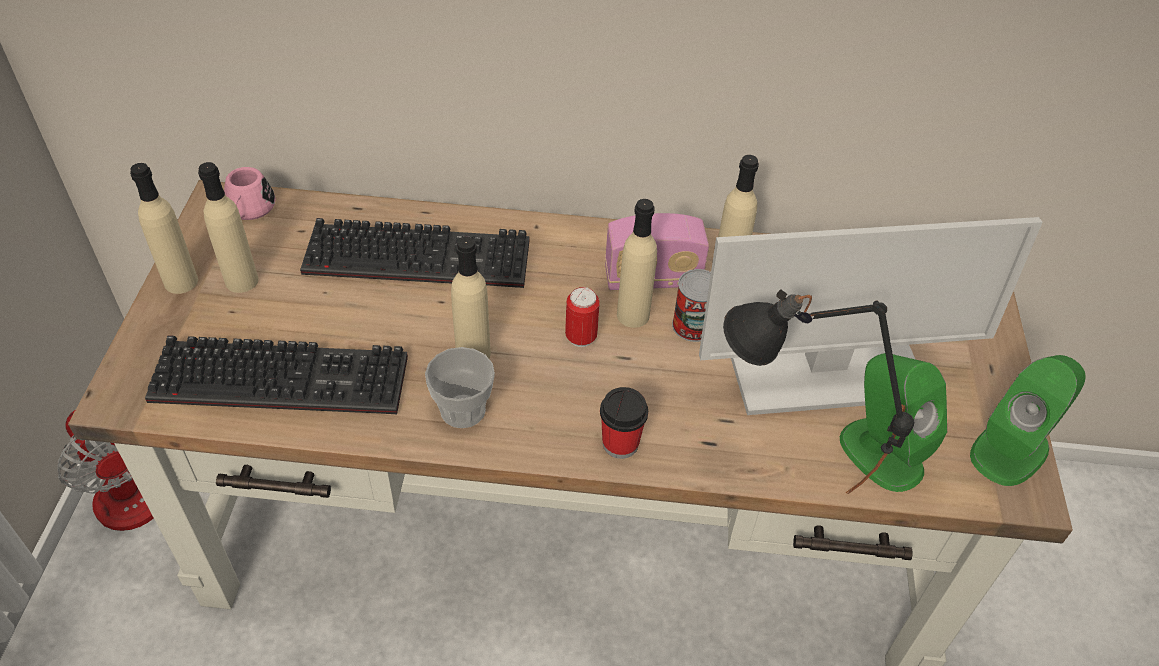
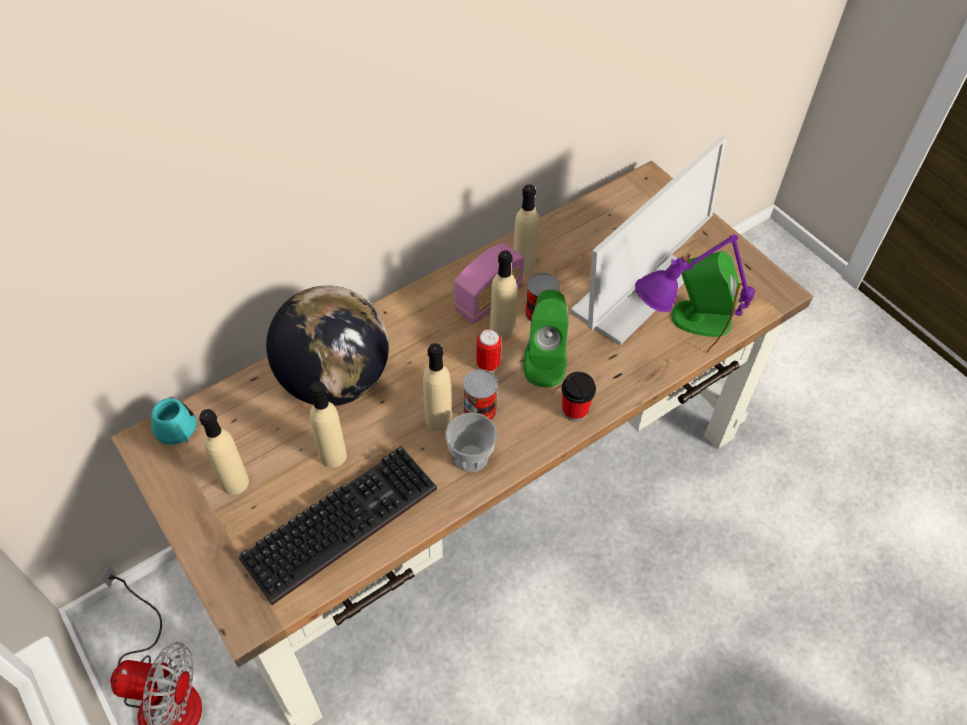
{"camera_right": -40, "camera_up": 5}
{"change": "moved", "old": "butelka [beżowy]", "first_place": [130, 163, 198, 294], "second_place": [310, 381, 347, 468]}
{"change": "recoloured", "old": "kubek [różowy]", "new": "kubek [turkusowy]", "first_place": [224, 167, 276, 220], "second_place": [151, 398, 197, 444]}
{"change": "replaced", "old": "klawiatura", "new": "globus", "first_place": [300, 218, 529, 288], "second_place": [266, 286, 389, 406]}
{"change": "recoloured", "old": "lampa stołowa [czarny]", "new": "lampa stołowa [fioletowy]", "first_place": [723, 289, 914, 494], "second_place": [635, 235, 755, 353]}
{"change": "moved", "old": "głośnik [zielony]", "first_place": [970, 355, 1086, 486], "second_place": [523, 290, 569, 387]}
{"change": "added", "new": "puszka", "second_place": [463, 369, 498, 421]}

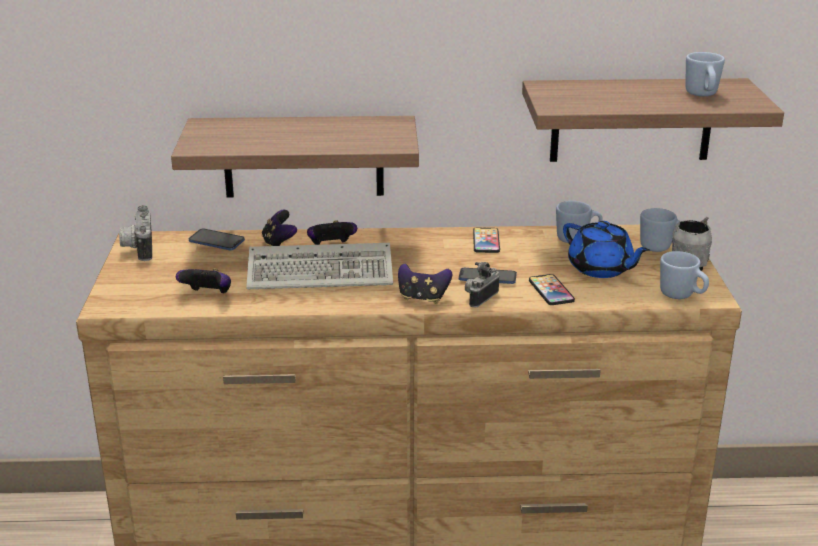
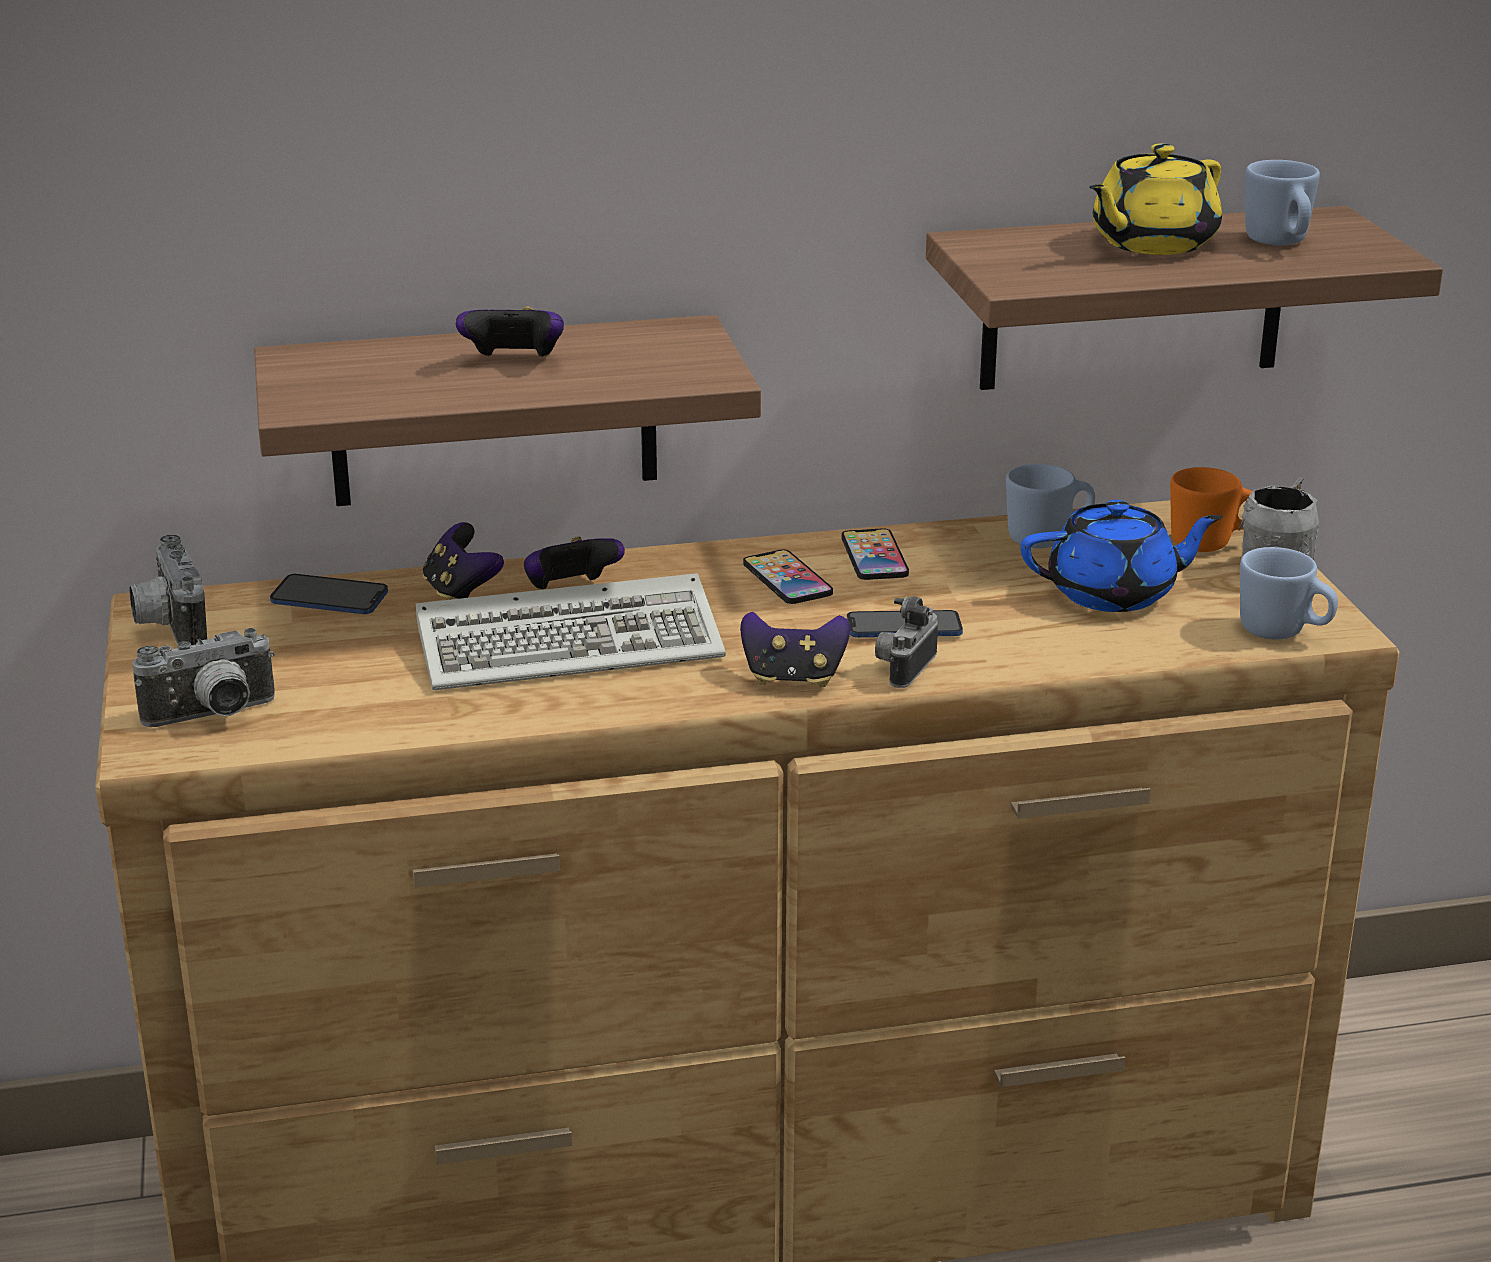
{"camera_right": -10, "camera_up": 0}
{"change": "recoloured", "old": "kubek [niebieski]", "new": "kubek [pomarańczowy]", "first_place": [640, 208, 680, 252], "second_place": [1170, 467, 1252, 552]}
{"change": "turned", "old": "imbryk [niebieski]", "first_place": [563, 221, 650, 278], "second_place": [1021, 500, 1223, 612], "degrees": -45}
{"change": "moved", "old": "pad do gier", "first_place": [176, 268, 231, 293], "second_place": [456, 307, 564, 358]}
{"change": "moved", "old": "telefon", "first_place": [529, 274, 575, 305], "second_place": [743, 549, 833, 604]}
{"change": "added", "new": "imbryk [żółty]", "second_place": [1089, 143, 1222, 255]}
{"change": "added", "new": "aparat fotograficzny", "second_place": [132, 628, 275, 727]}

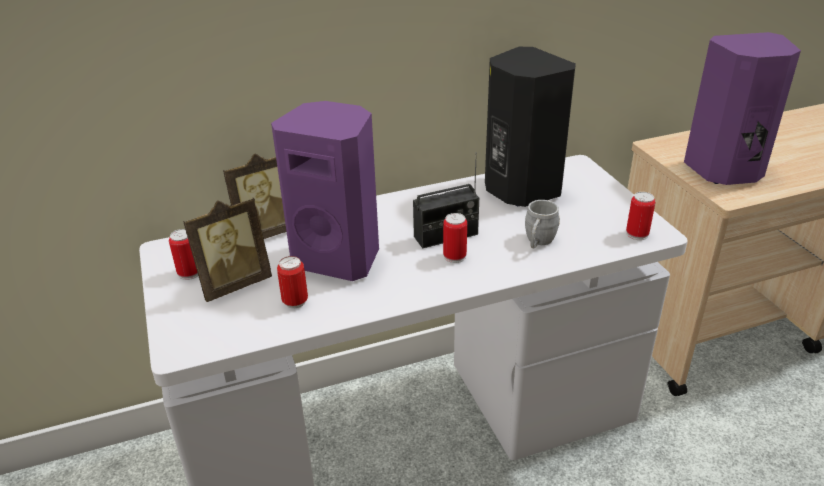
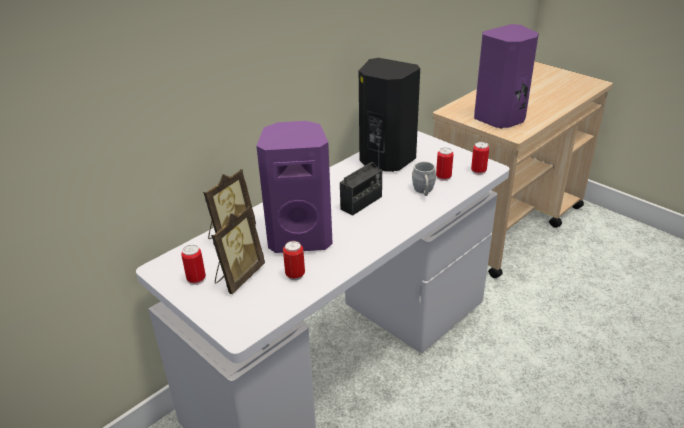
{"camera_right": -25, "camera_up": 0}
{"change": "moved", "old": "puszka", "first_place": [443, 213, 467, 263], "second_place": [436, 148, 453, 181]}

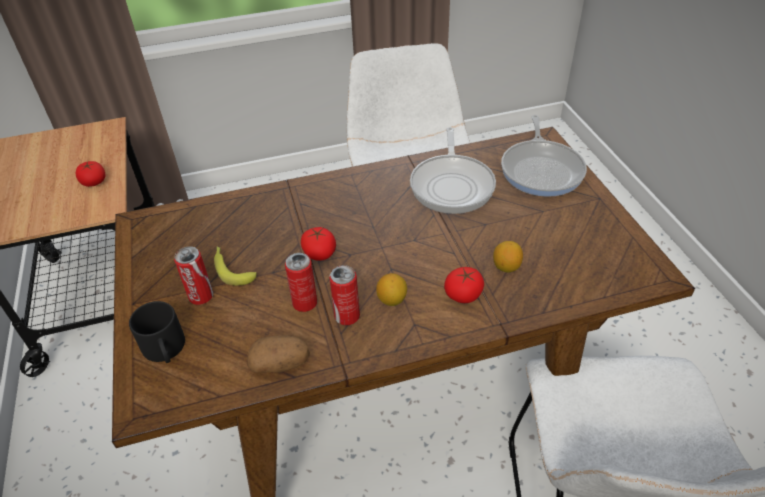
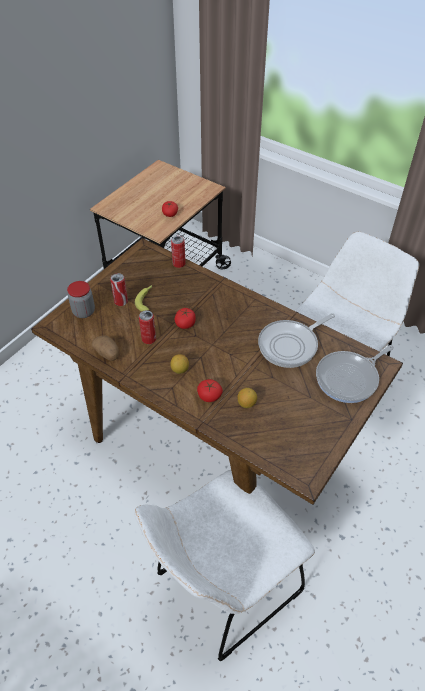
{"camera_right": 50, "camera_up": 5}
{"change": "moved", "old": "puszka", "first_place": [329, 265, 360, 325], "second_place": [171, 236, 185, 268]}
{"change": "replaced", "old": "kubek [czarny]", "new": "słoik", "first_place": [129, 301, 185, 363], "second_place": [67, 281, 95, 318]}

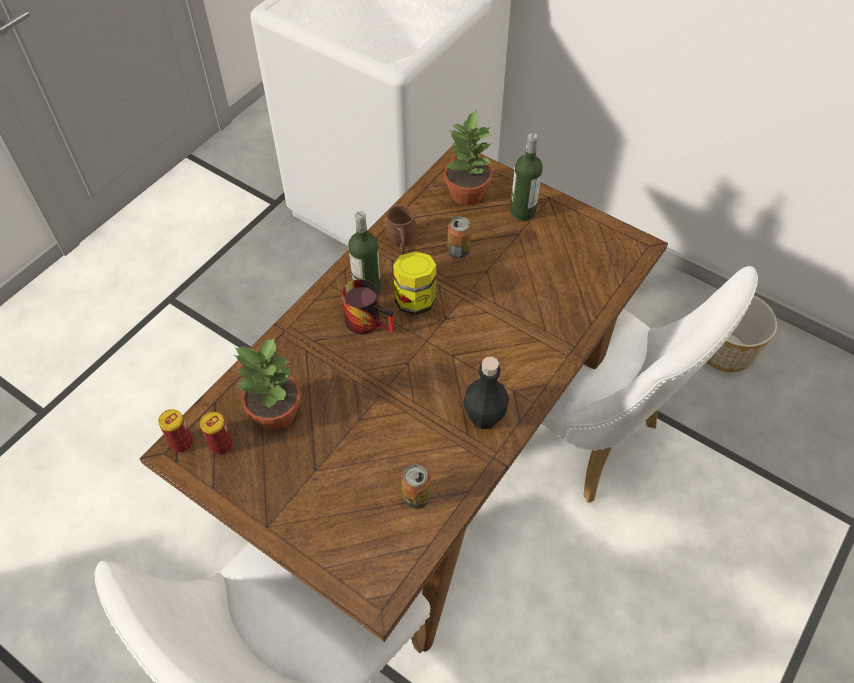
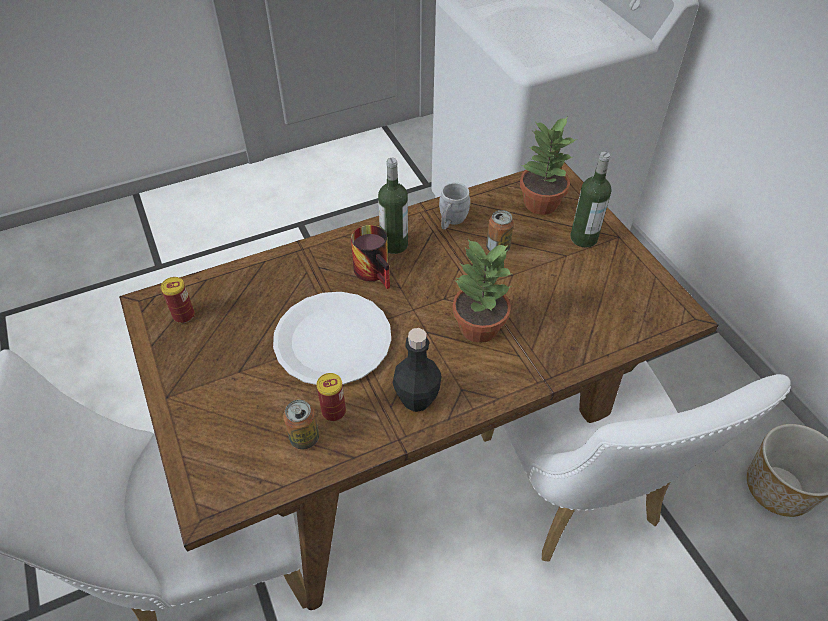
{"camera_right": 30, "camera_up": -5}
{"change": "recoloured", "old": "kubek [brązowy]", "new": "kubek [szary]", "first_place": [385, 205, 416, 255], "second_place": [439, 182, 471, 230]}
{"change": "removed", "old": "słoik", "first_place": [393, 251, 436, 315]}
{"change": "moved", "old": "roślina doniczkowa", "first_place": [234, 337, 301, 430], "second_place": [452, 239, 511, 343]}
{"change": "moved", "old": "puszka", "first_place": [158, 409, 193, 452], "second_place": [317, 373, 346, 421]}
{"change": "added", "new": "talerz [biały]", "second_place": [273, 292, 391, 385]}

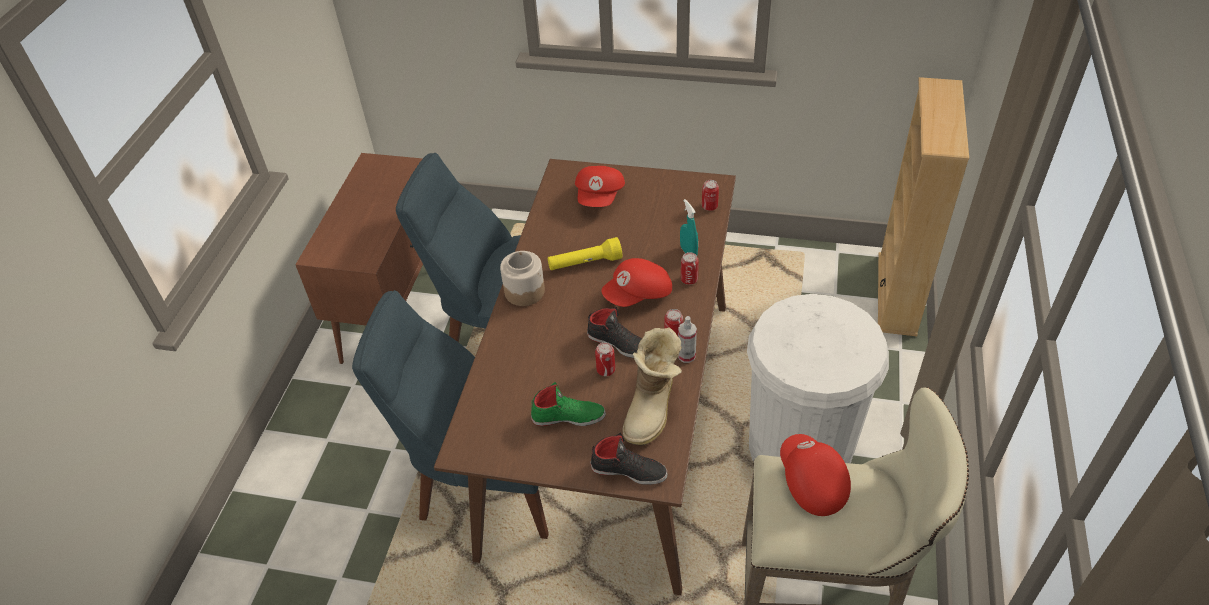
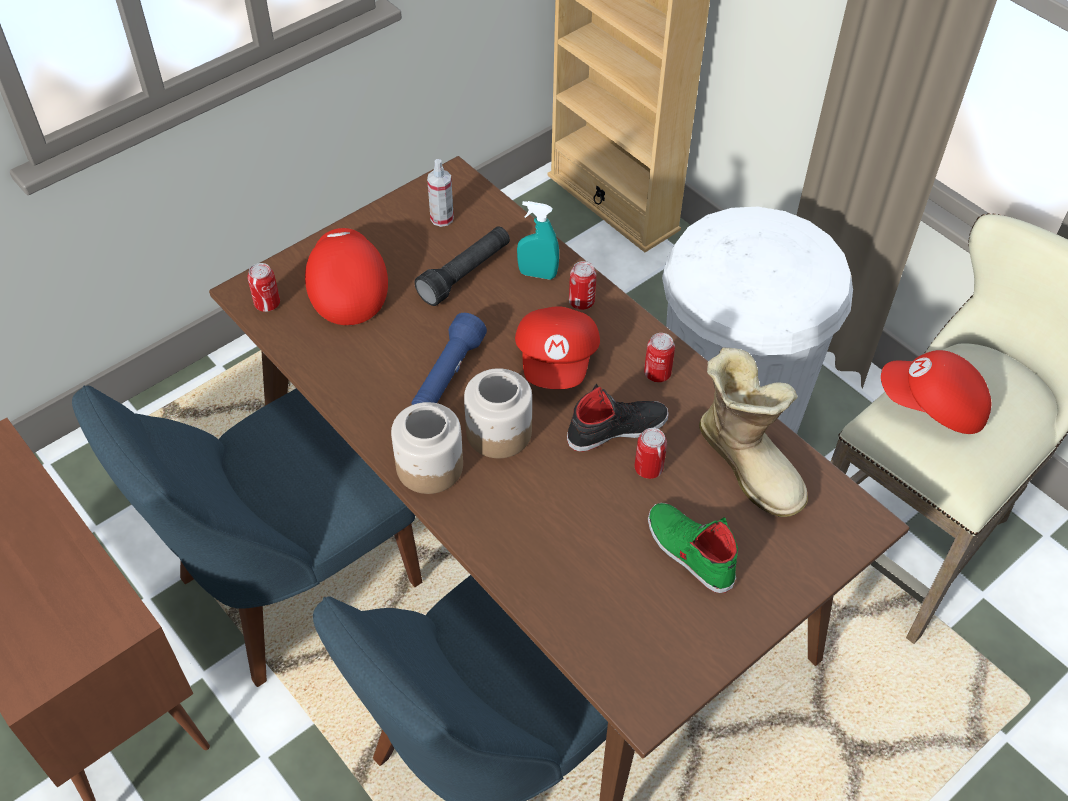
{"camera_right": -55, "camera_up": 5}
{"change": "turned", "old": "czapka z daszkiem [czerwony]", "first_place": [575, 166, 625, 207], "second_place": [305, 228, 388, 325], "degrees": -150}
{"change": "moved", "old": "puszka", "first_place": [702, 180, 719, 211], "second_place": [247, 263, 280, 312]}
{"change": "recoloured", "old": "latarka [żółty]", "new": "latarka [niebieski]", "first_place": [548, 237, 622, 270], "second_place": [411, 313, 487, 405]}
{"change": "moved", "old": "spryskiwacz", "first_place": [678, 316, 697, 363], "second_place": [427, 159, 454, 227]}
{"change": "turned", "old": "but [zielony]", "first_place": [531, 382, 606, 426], "second_place": [648, 503, 738, 593], "degrees": -75}
{"change": "removed", "old": "but [czarny]", "first_place": [590, 433, 668, 485]}
{"change": "added", "new": "latarka [czarny]", "second_place": [415, 226, 510, 306]}
{"change": "added", "new": "słoik", "second_place": [464, 368, 532, 458]}

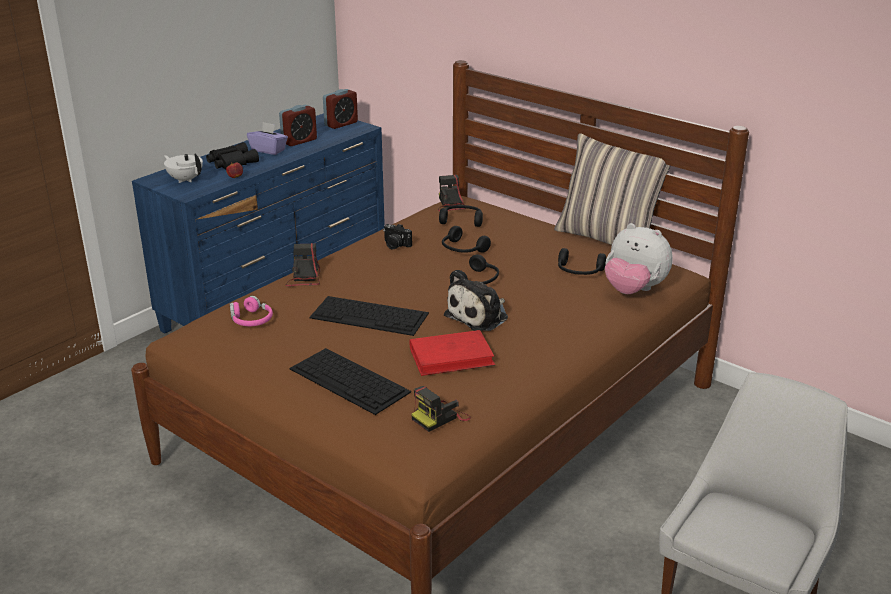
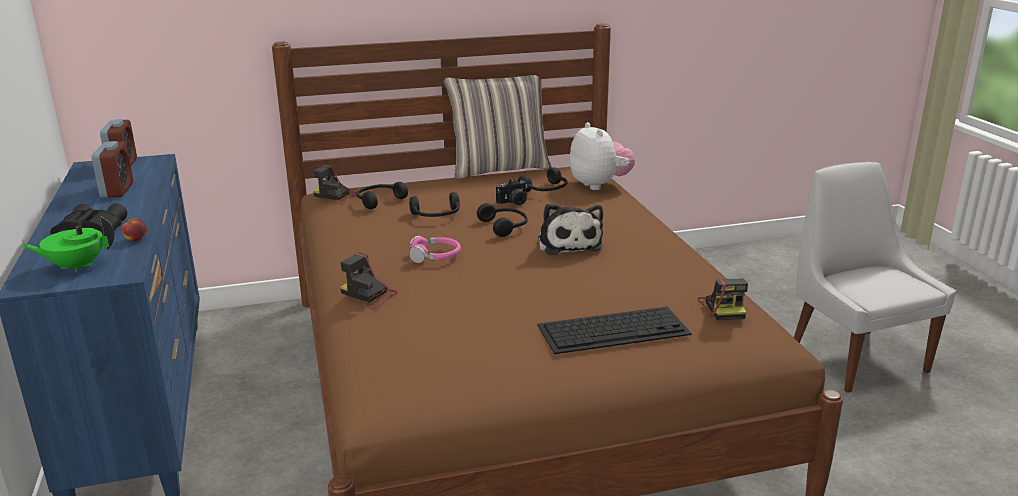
{"camera_right": -55, "camera_up": -5}
{"change": "removed", "old": "pudełko chusteczek [fioletowy]", "first_place": [247, 122, 288, 155]}
{"change": "recoloured", "old": "imbryk [biały]", "new": "imbryk [zielony]", "first_place": [164, 153, 203, 183], "second_place": [21, 216, 115, 272]}
{"change": "turned", "old": "pluszak", "first_place": [605, 223, 673, 294], "second_place": [570, 122, 635, 190], "degrees": -90}
{"change": "moved", "old": "aparat fotograficzny", "first_place": [383, 224, 412, 249], "second_place": [496, 179, 528, 205]}
{"change": "moved", "old": "słuchawki [różowy]", "first_place": [230, 296, 273, 326], "second_place": [409, 236, 461, 263]}
{"change": "removed", "old": "klawiatura", "first_place": [309, 296, 429, 336]}
{"change": "removed", "old": "książka [czerwony]", "first_place": [409, 330, 496, 376]}

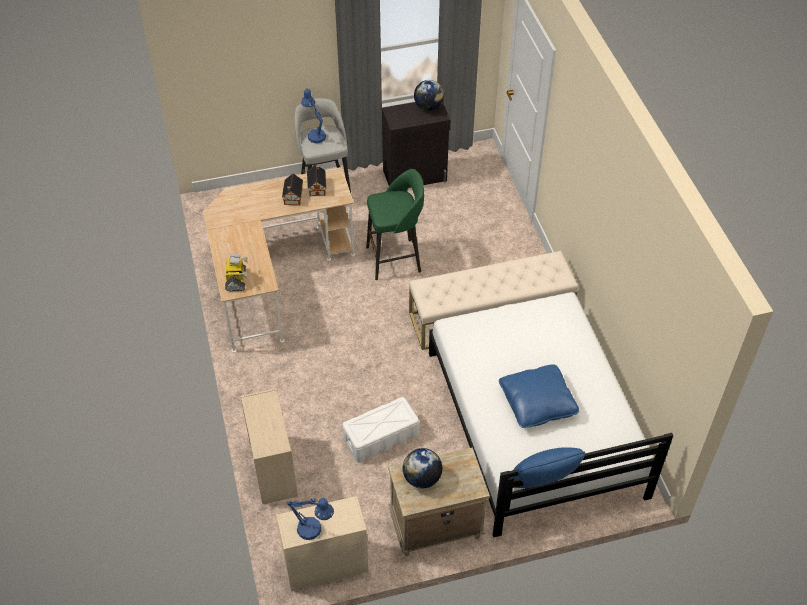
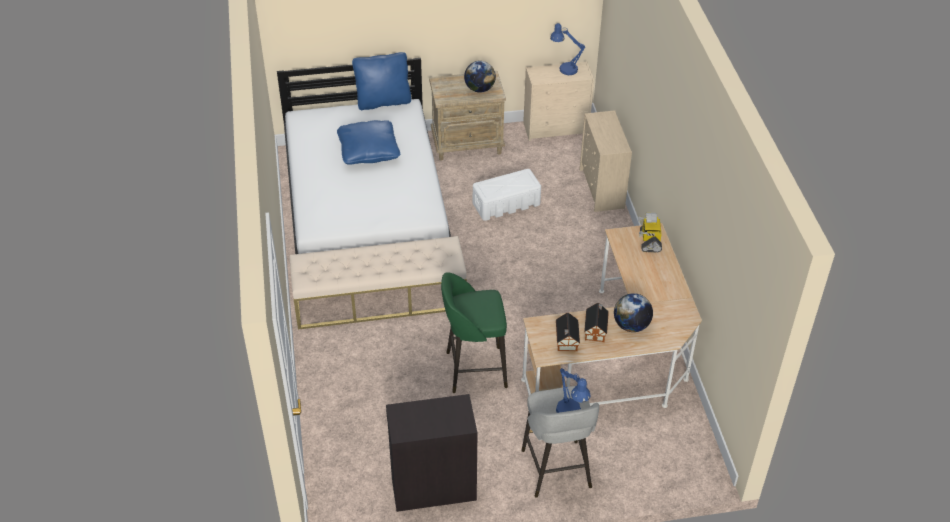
{"camera_right": -175, "camera_up": -5}
{"change": "moved", "old": "globus", "first_place": [414, 80, 444, 111], "second_place": [614, 293, 653, 332]}

